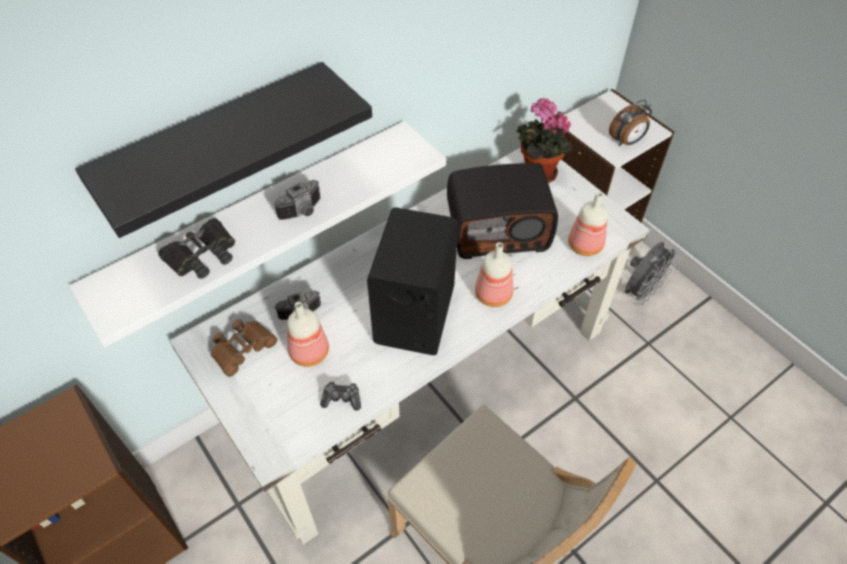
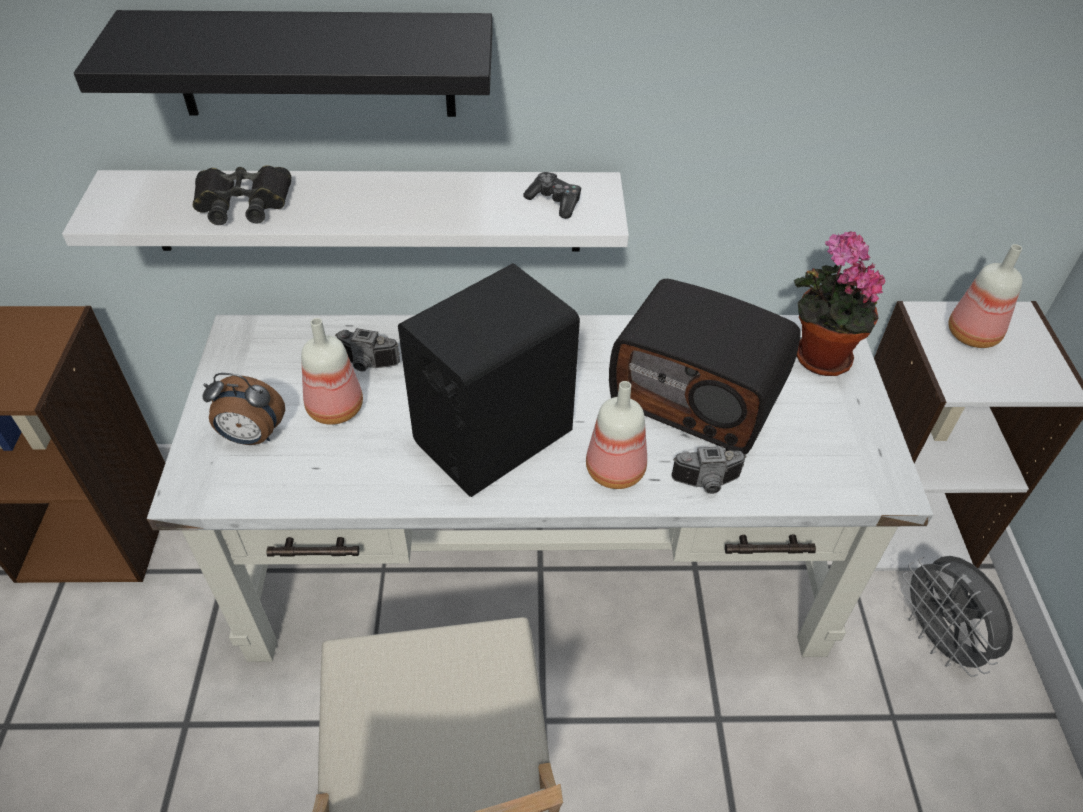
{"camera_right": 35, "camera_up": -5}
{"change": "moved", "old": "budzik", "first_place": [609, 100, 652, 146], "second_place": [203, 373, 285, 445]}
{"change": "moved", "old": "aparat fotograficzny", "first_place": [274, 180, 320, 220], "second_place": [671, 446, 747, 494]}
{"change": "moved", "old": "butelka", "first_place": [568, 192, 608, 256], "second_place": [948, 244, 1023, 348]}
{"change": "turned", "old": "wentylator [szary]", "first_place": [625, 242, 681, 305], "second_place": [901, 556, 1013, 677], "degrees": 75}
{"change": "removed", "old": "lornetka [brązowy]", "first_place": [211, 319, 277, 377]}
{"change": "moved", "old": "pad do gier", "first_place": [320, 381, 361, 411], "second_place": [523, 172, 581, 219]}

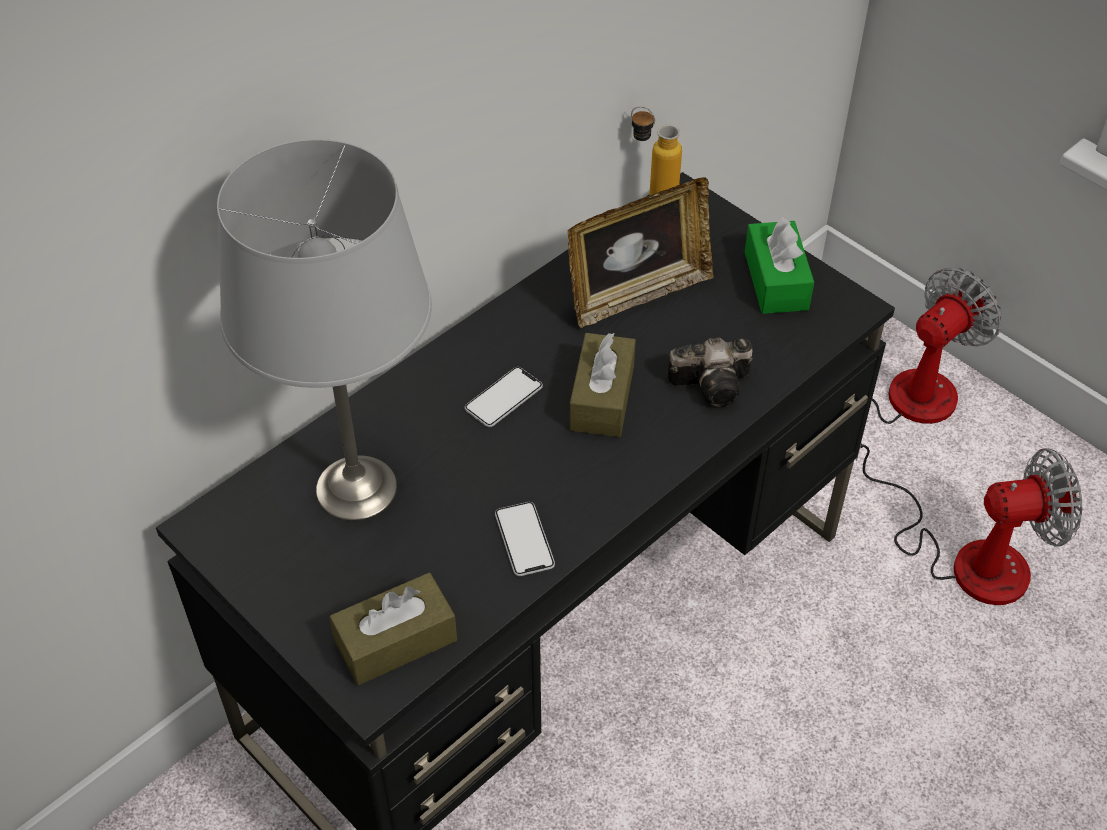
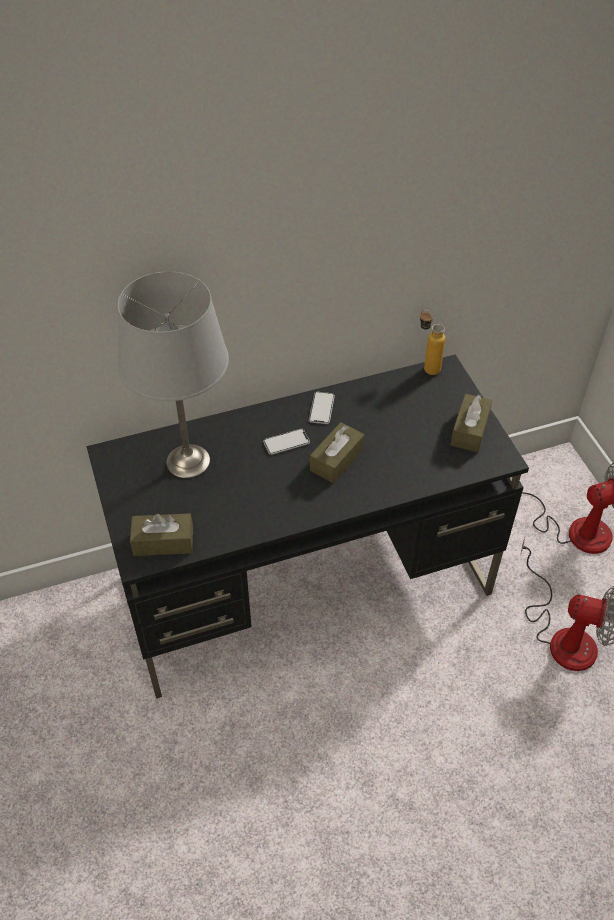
{"camera_right": 25, "camera_up": 0}
{"change": "removed", "old": "ramka na zdjęcie", "first_place": [568, 177, 714, 328]}
{"change": "recoloured", "old": "pudełko chusteczek [zielony]", "new": "pudełko chusteczek [brązowy]", "first_place": [745, 217, 814, 314], "second_place": [450, 394, 493, 452]}
{"change": "removed", "old": "aparat fotograficzny", "first_place": [668, 338, 753, 407]}
{"change": "moved", "old": "telefon", "first_place": [495, 502, 555, 576], "second_place": [309, 392, 335, 424]}

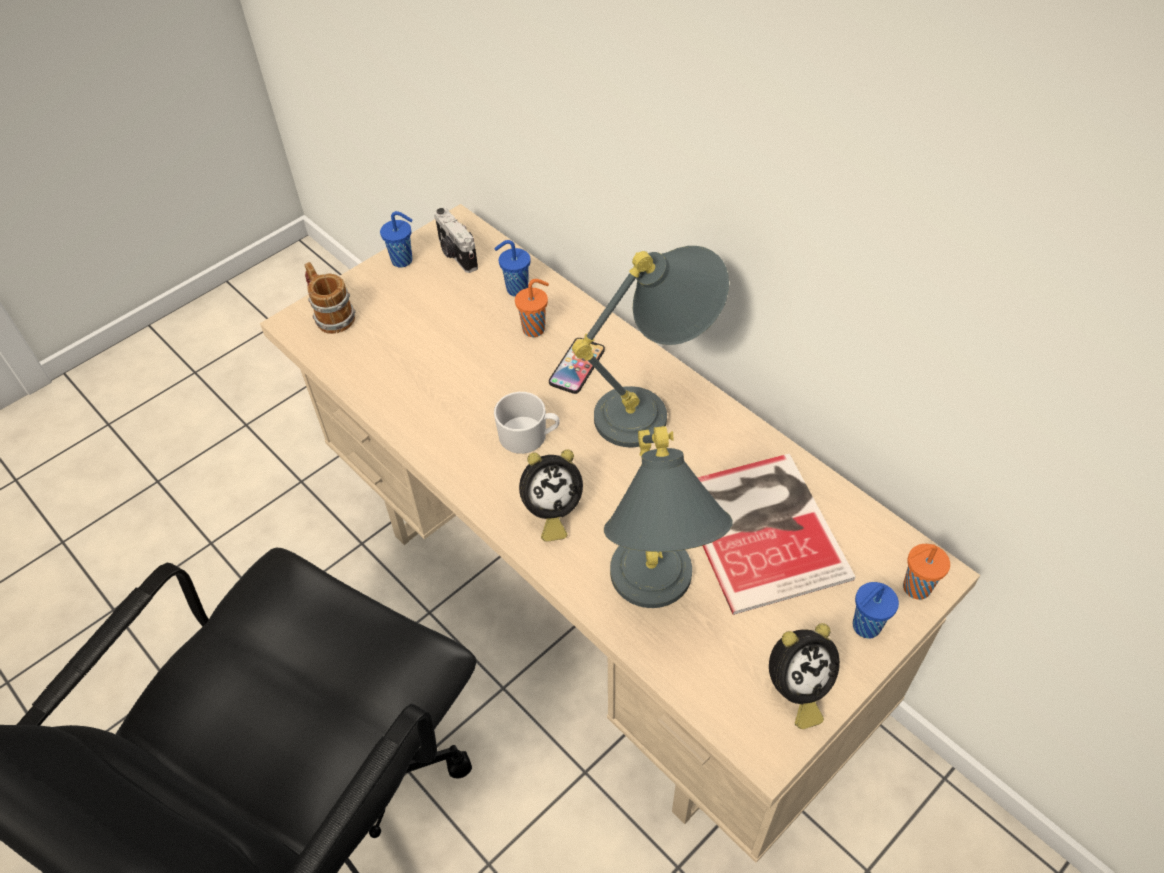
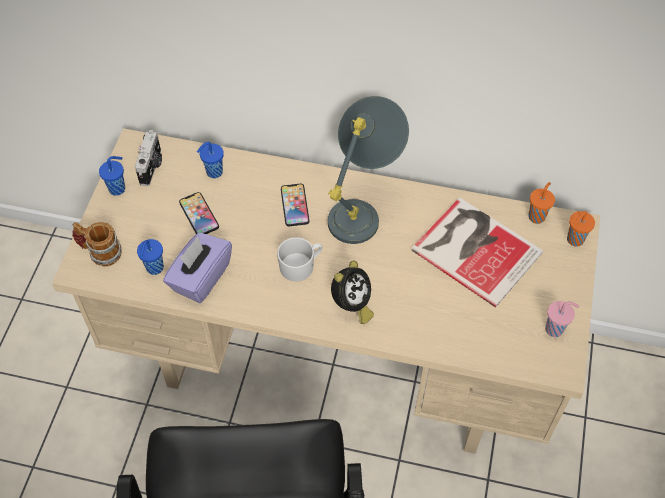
{"camera_right": -35, "camera_up": 5}
{"change": "turned", "old": "aparat fotograficzny", "first_place": [434, 208, 478, 273], "second_place": [135, 130, 162, 186], "degrees": -105}
{"change": "moved", "old": "filiżanka [pomarańczowy]", "first_place": [515, 279, 549, 337], "second_place": [528, 182, 555, 224]}
{"change": "removed", "old": "lampa stołowa [szary]", "first_place": [604, 426, 733, 608]}
{"change": "moved", "old": "filiżanka [niebieski]", "first_place": [853, 582, 899, 639], "second_place": [137, 239, 164, 275]}
{"change": "replaced", "old": "budzik", "new": "filiżanka [różowy]", "first_place": [769, 623, 840, 729], "second_place": [545, 301, 579, 337]}
{"change": "added", "new": "telefon", "second_place": [179, 192, 219, 234]}
{"change": "added", "new": "pudełko chusteczek [fioletowy]", "second_place": [163, 232, 232, 303]}

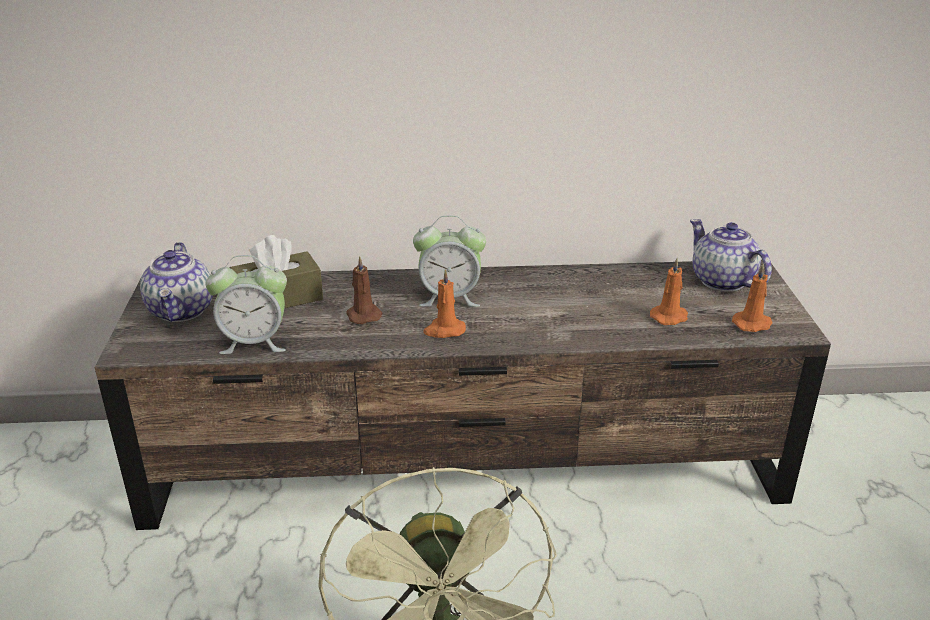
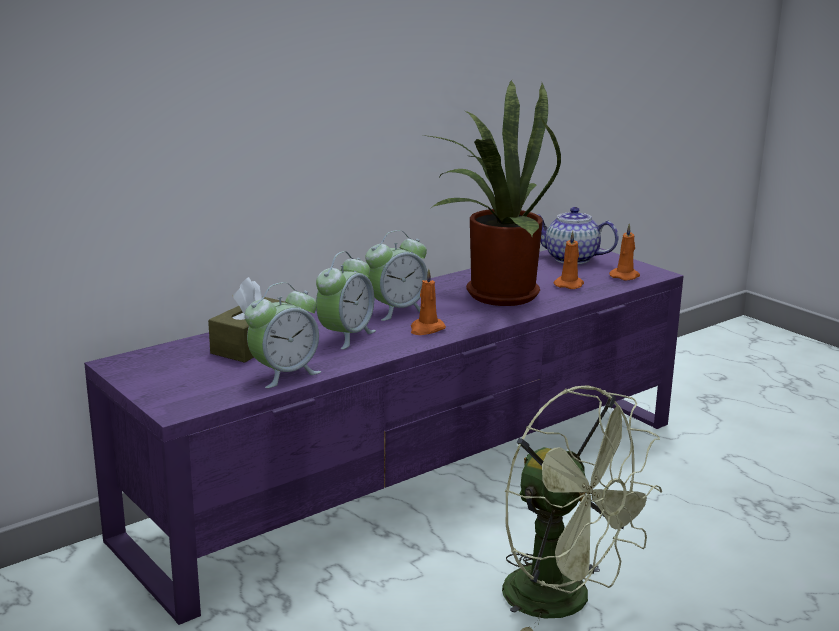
{"camera_right": -35, "camera_up": -10}
{"change": "removed", "old": "imbryk", "first_place": [140, 242, 213, 322]}
{"change": "replaced", "old": "świeca [brązowy]", "new": "budzik", "first_place": [347, 256, 383, 324], "second_place": [316, 251, 376, 350]}
{"change": "recoloured", "old": "szafka pod telewizor [brązowy]", "new": "szafka pod telewizor [fioletowy]", "first_place": [94, 259, 831, 530], "second_place": [84, 248, 683, 625]}
{"change": "added", "new": "roślina doniczkowa", "second_place": [424, 80, 561, 306]}

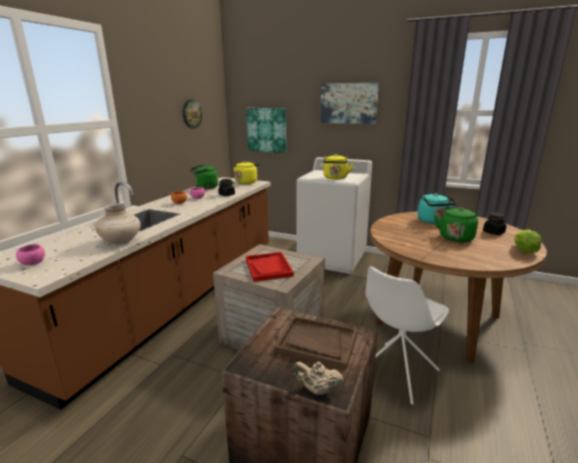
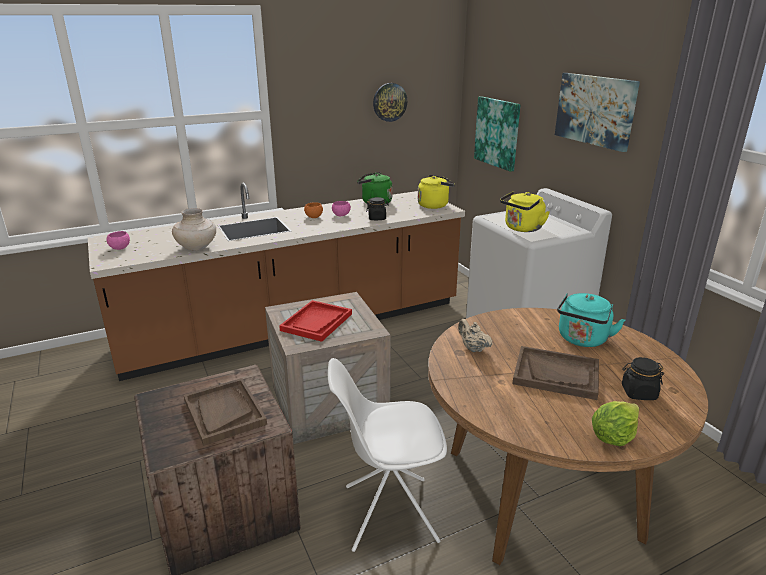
{"camera_right": 40, "camera_up": 5}
{"change": "replaced", "old": "czajnik [zielony]", "new": "taca [brązowy]", "first_place": [434, 207, 479, 243], "second_place": [512, 346, 599, 400]}
{"change": "moved", "old": "imbryk [beżowy]", "first_place": [292, 362, 343, 395], "second_place": [458, 319, 493, 352]}

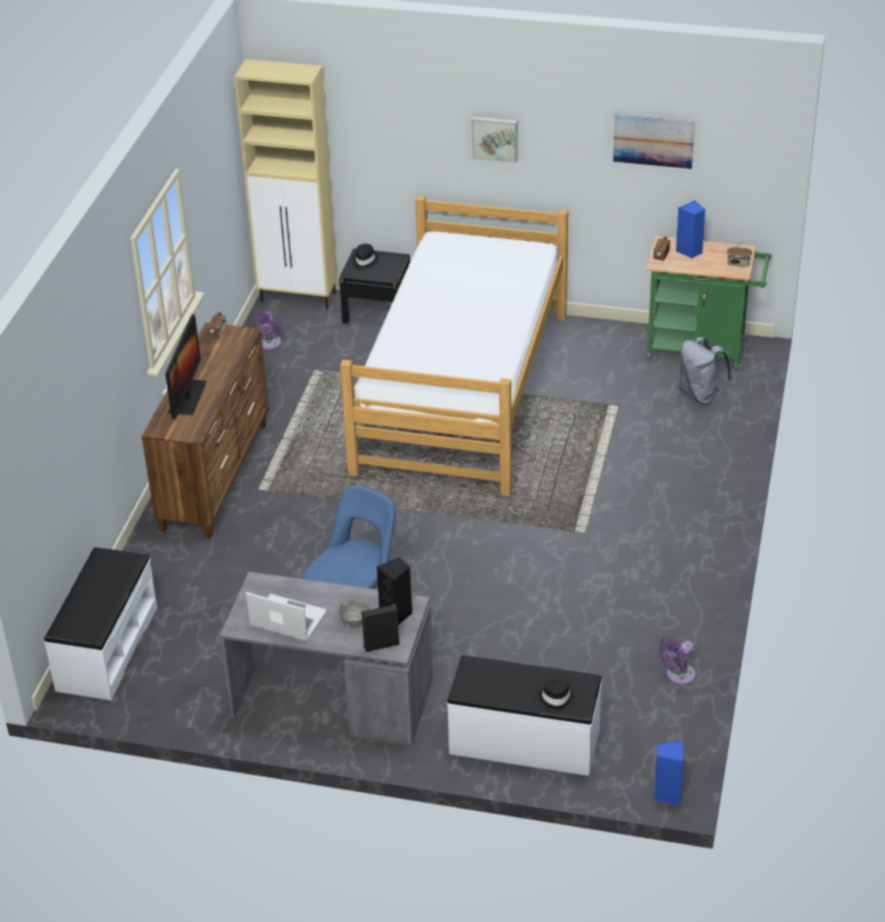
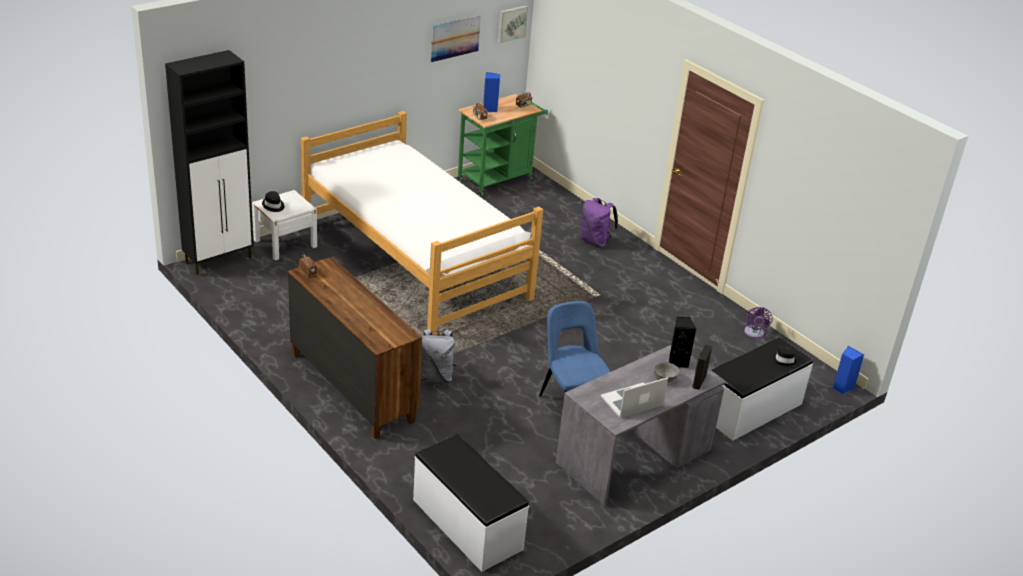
{"camera_right": -55, "camera_up": -5}
{"change": "recoloured", "old": "szafka [beżowy]", "new": "szafka [czarny]", "first_place": [234, 59, 337, 309], "second_place": [165, 50, 254, 275]}
{"change": "moved", "old": "obraz", "first_place": [472, 117, 518, 163], "second_place": [498, 5, 528, 43]}
{"change": "recoloured", "old": "szafka nocna [czarny]", "new": "szafka nocna [biały]", "first_place": [339, 248, 410, 324], "second_place": [252, 190, 317, 261]}
{"change": "removed", "old": "wentylator [fioletowy]", "first_place": [250, 312, 282, 350]}
{"change": "removed", "old": "monitor", "first_place": [165, 314, 207, 419]}
{"change": "moved", "old": "plecak [szary]", "first_place": [679, 337, 732, 404], "second_place": [420, 329, 456, 383]}
{"change": "added", "new": "plecak [fioletowy]", "second_place": [580, 198, 618, 247]}

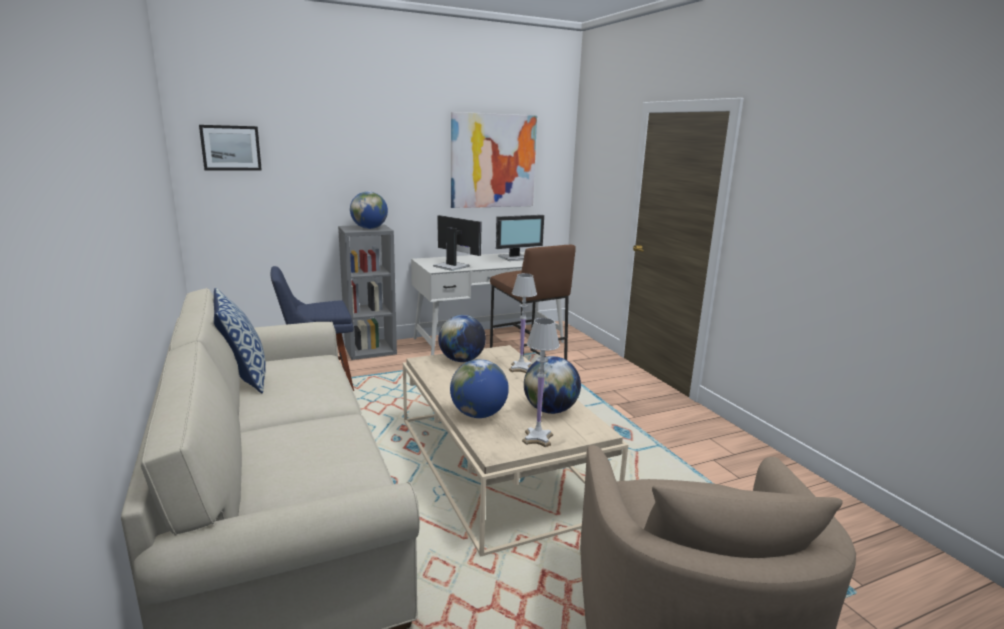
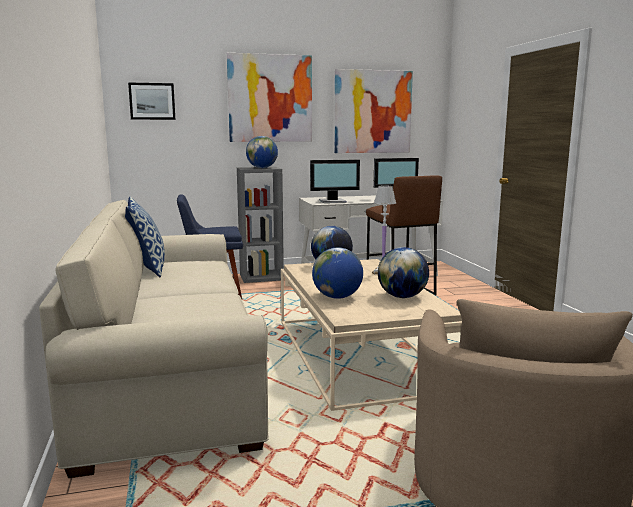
{"camera_right": 10, "camera_up": -5}
{"change": "turned", "old": "monitor", "first_place": [433, 215, 482, 271], "second_place": [310, 160, 360, 203], "degrees": 120}
{"change": "removed", "old": "lampa stołowa [biały]", "first_place": [522, 318, 560, 447]}
{"change": "added", "new": "obraz", "second_place": [227, 53, 312, 142]}

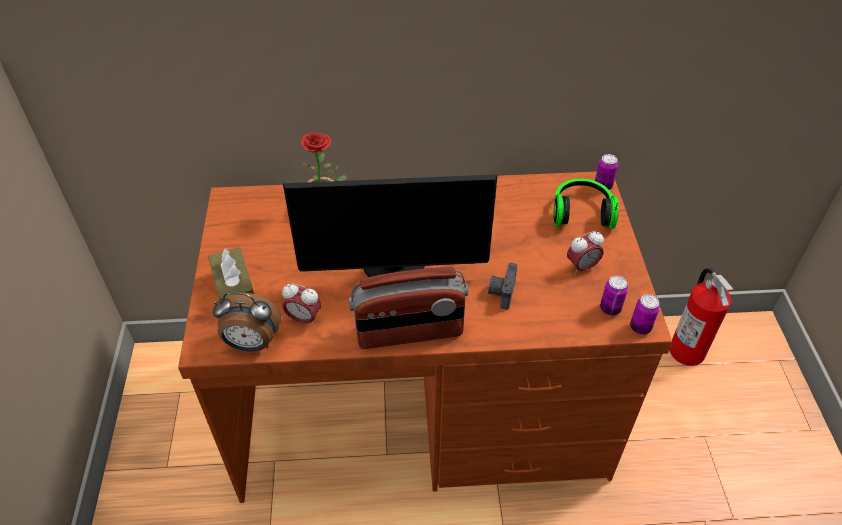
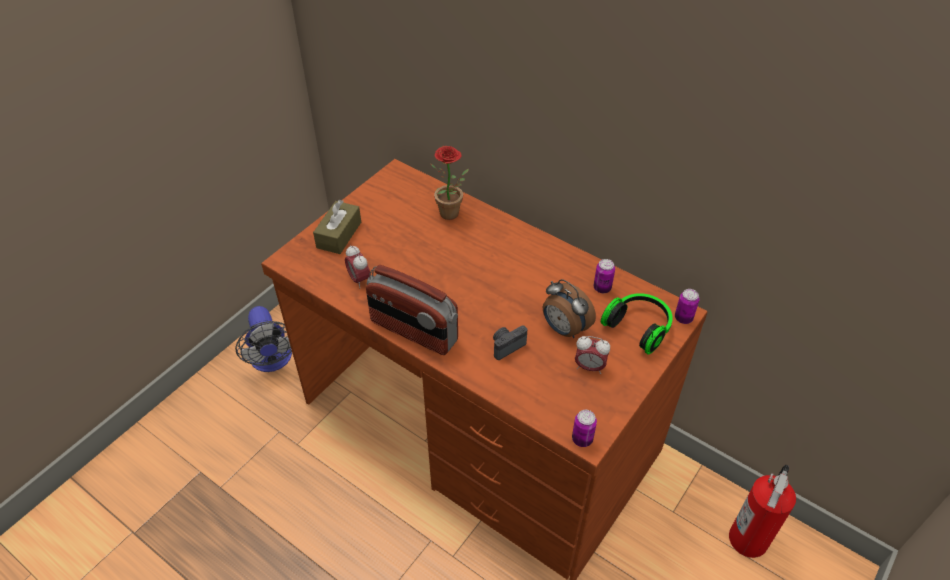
{"camera_right": 40, "camera_up": 0}
{"change": "removed", "old": "monitor", "first_place": [283, 174, 498, 277]}
{"change": "moved", "old": "puszka", "first_place": [600, 276, 628, 316], "second_place": [594, 259, 615, 293]}
{"change": "moved", "old": "budzik", "first_place": [213, 292, 281, 351], "second_place": [543, 279, 596, 338]}
{"change": "added", "new": "wentylator", "second_place": [235, 306, 292, 372]}

